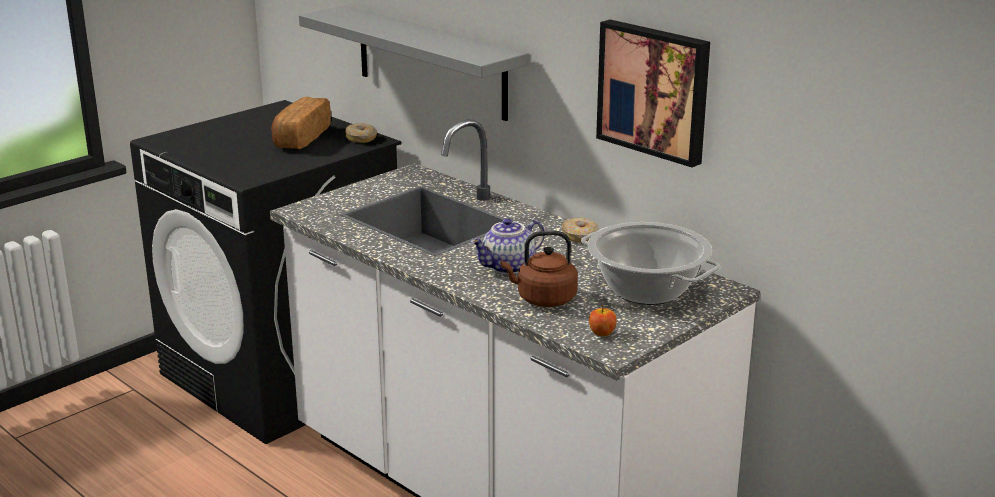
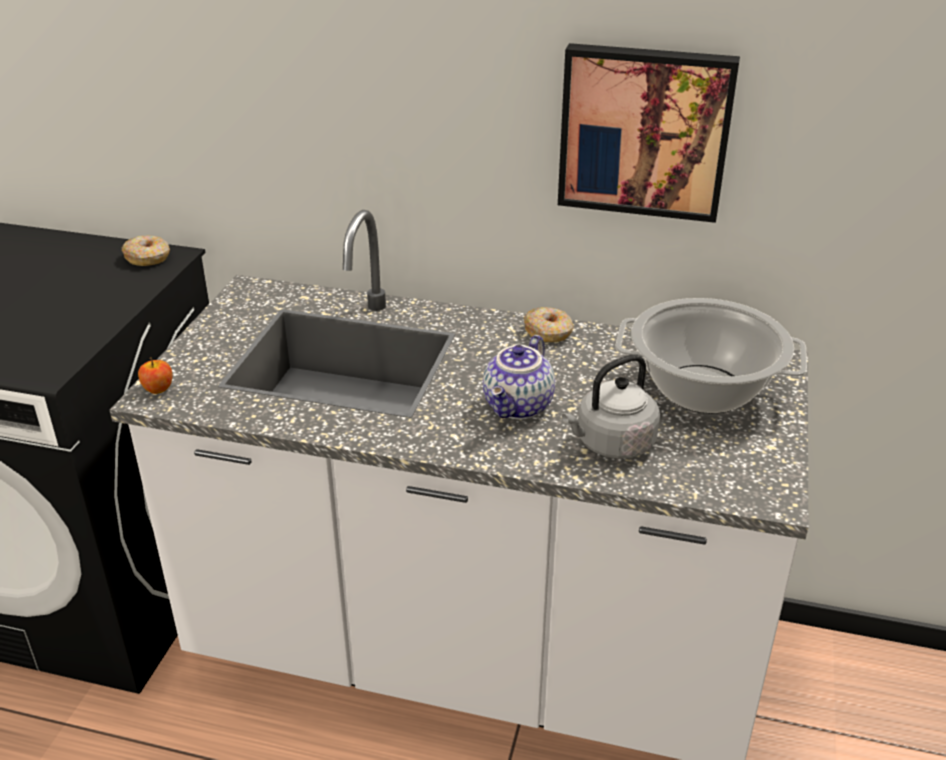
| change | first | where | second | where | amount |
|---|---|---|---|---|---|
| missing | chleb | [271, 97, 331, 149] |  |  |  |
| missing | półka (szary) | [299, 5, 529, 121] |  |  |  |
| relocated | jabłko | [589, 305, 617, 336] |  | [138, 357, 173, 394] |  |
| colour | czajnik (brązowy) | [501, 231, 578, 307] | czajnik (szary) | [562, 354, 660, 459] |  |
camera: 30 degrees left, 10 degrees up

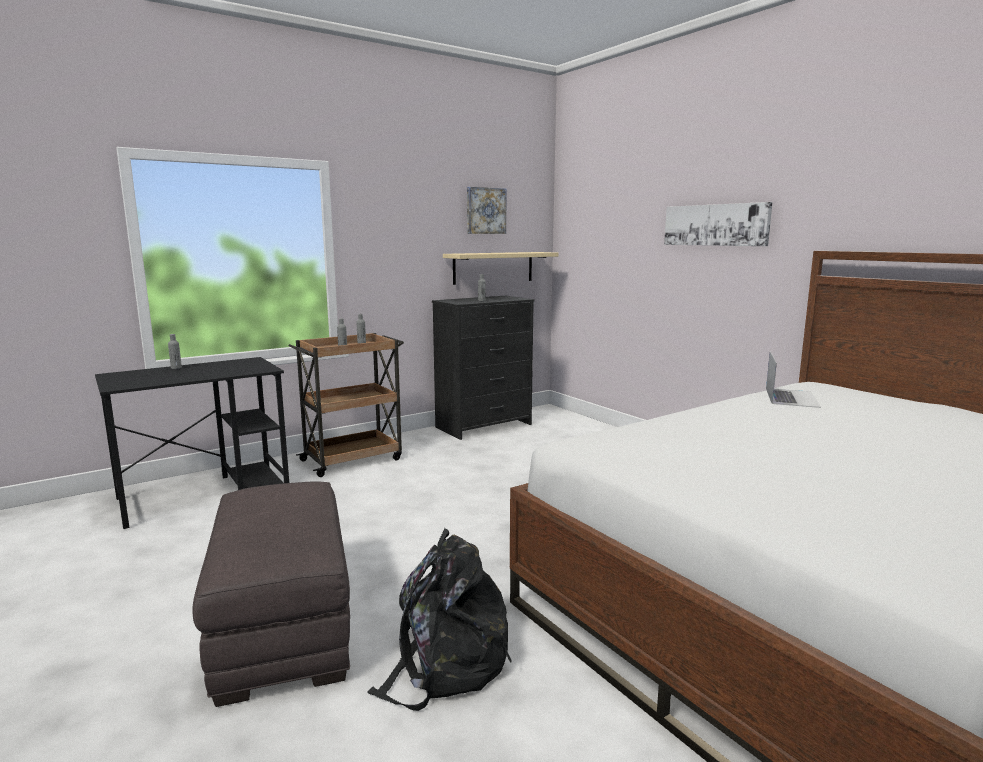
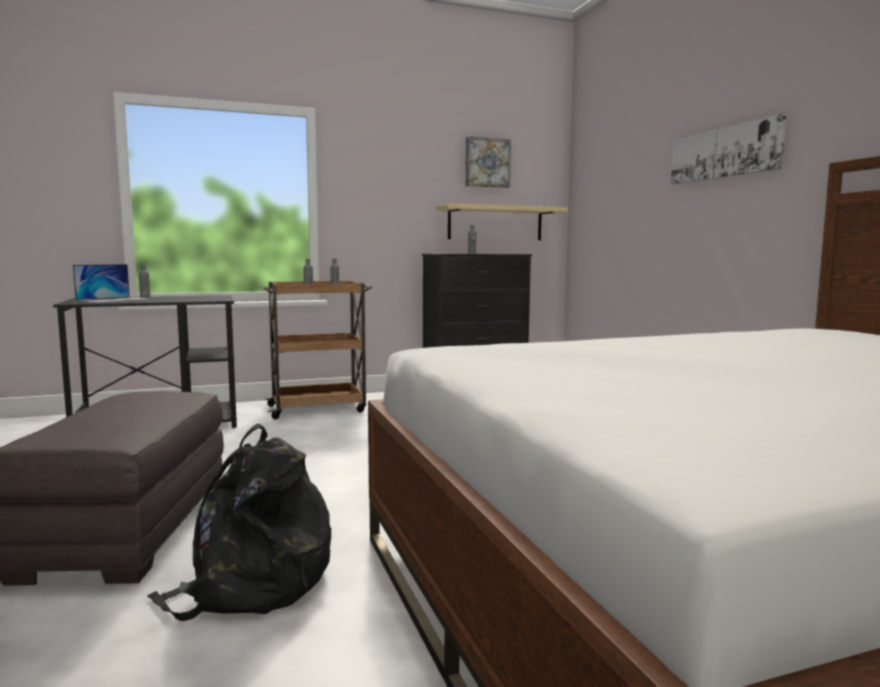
| change | first | where | second | where | amount |
|---|---|---|---|---|---|
| relocated | laptop | [766, 352, 821, 408] |  | [73, 264, 150, 303] |  |
camera: 15 degrees right, 5 degrees down

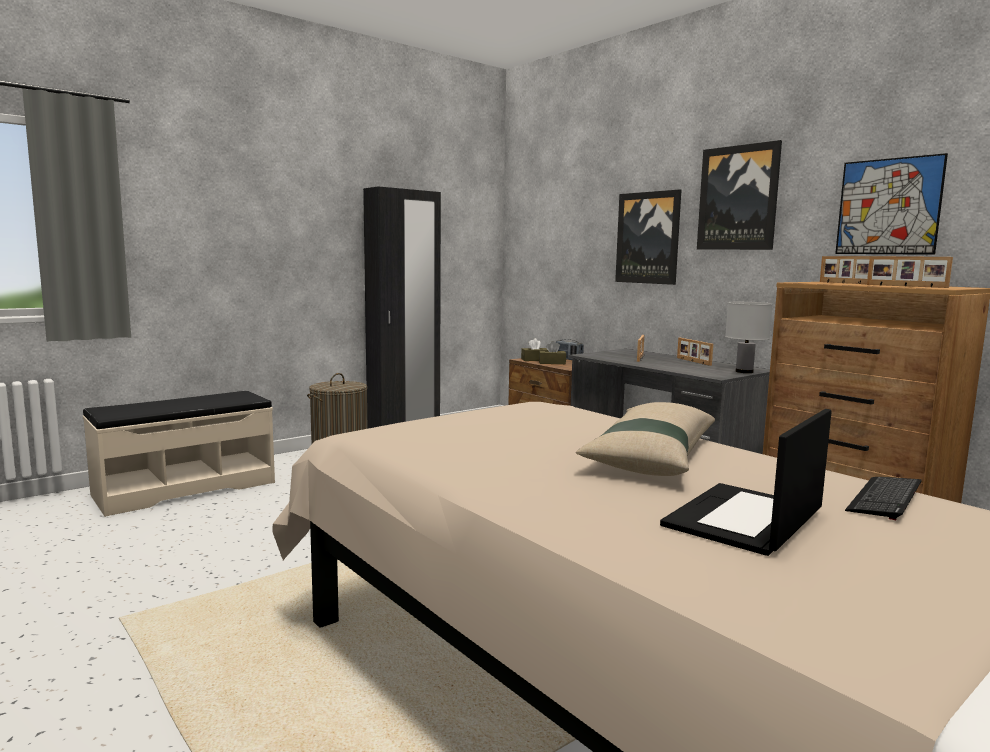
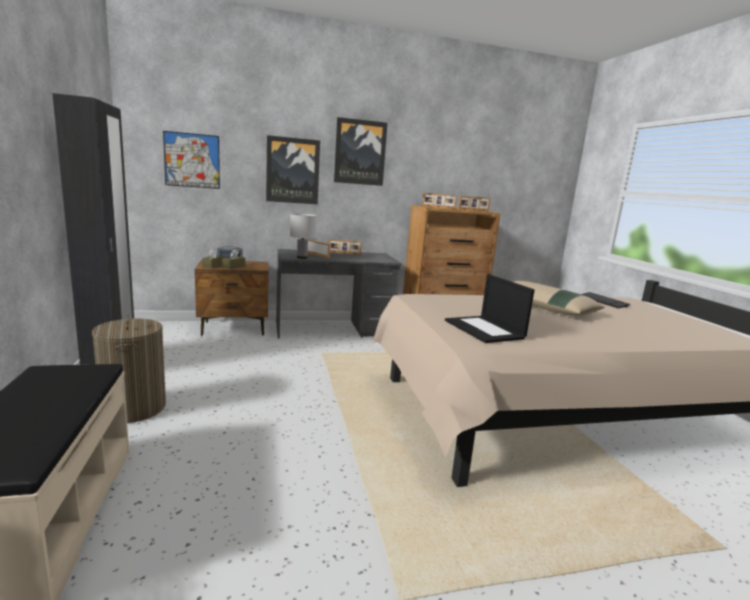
| change | first | where | second | where | amount |
|---|---|---|---|---|---|
| relocated | laptop | [660, 409, 832, 556] |  | [445, 274, 535, 343] |  |
| relocated | lampa stołowa (biały) | [725, 302, 772, 373] |  | [290, 213, 317, 259] |  |
| relocated | obraz | [835, 153, 948, 255] |  | [163, 131, 220, 189] |  |
camera: 65 degrees left, 5 degrees up

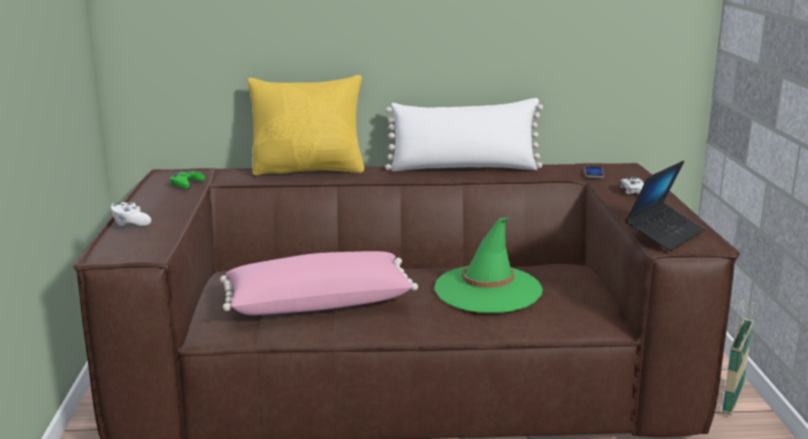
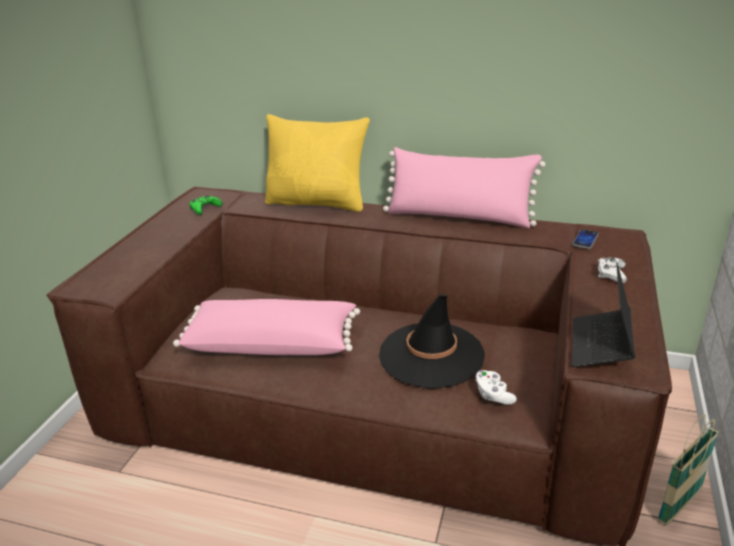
| change | first | where | second | where | amount |
|---|---|---|---|---|---|
| relocated | pad do gier (biały) | [110, 202, 151, 226] |  | [475, 370, 517, 405] |  |
| colour | poduszka (biały) | [385, 98, 543, 172] | poduszka (różowy) | [383, 147, 546, 228] |  |
| colour | kapelusz (zielony) | [434, 217, 543, 313] | kapelusz (czarny) | [379, 293, 485, 389] |  |
| spun | laptop | [625, 160, 705, 251] |  | [572, 262, 635, 367] | 135 degrees clockwise |
camera: 20 degrees right, 10 degrees up

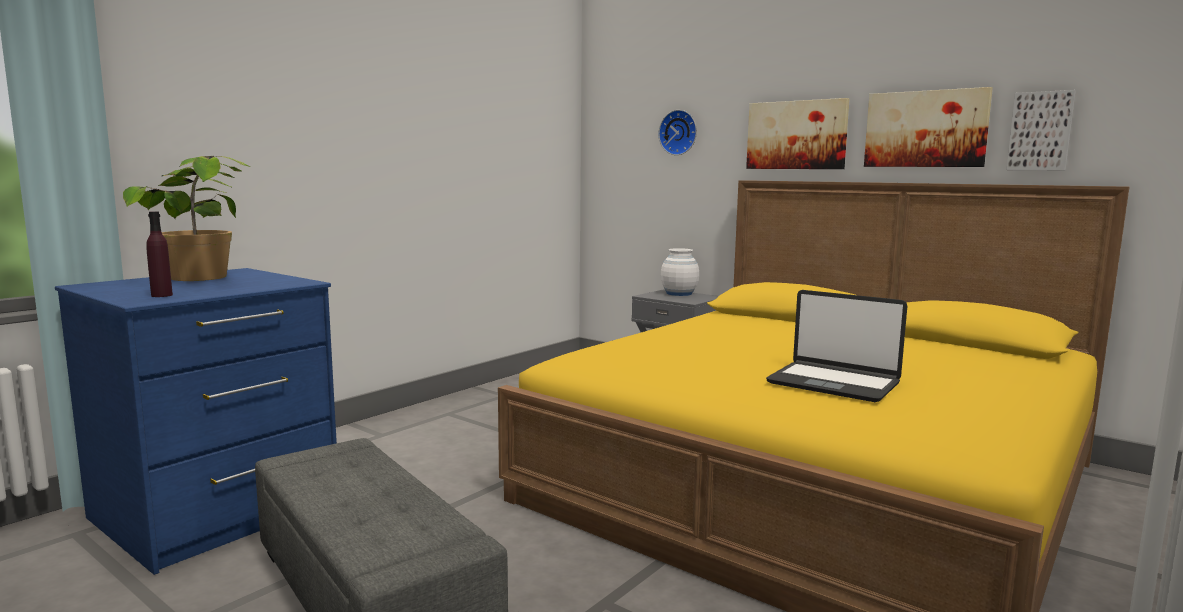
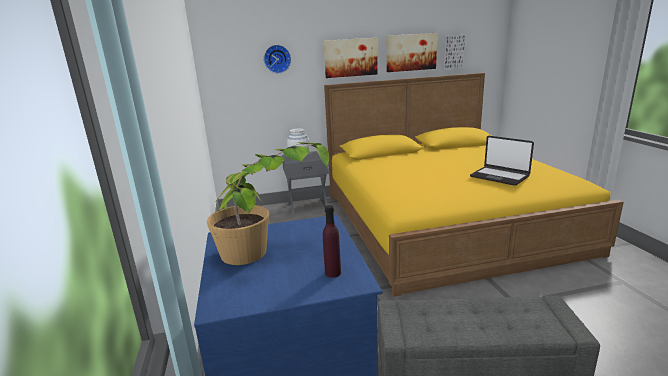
| change | first | where | second | where | amount |
|---|---|---|---|---|---|
| spun | laptop | [766, 290, 907, 402] |  | [470, 136, 534, 186] | 60 degrees clockwise |
camera: 50 degrees left, 10 degrees up

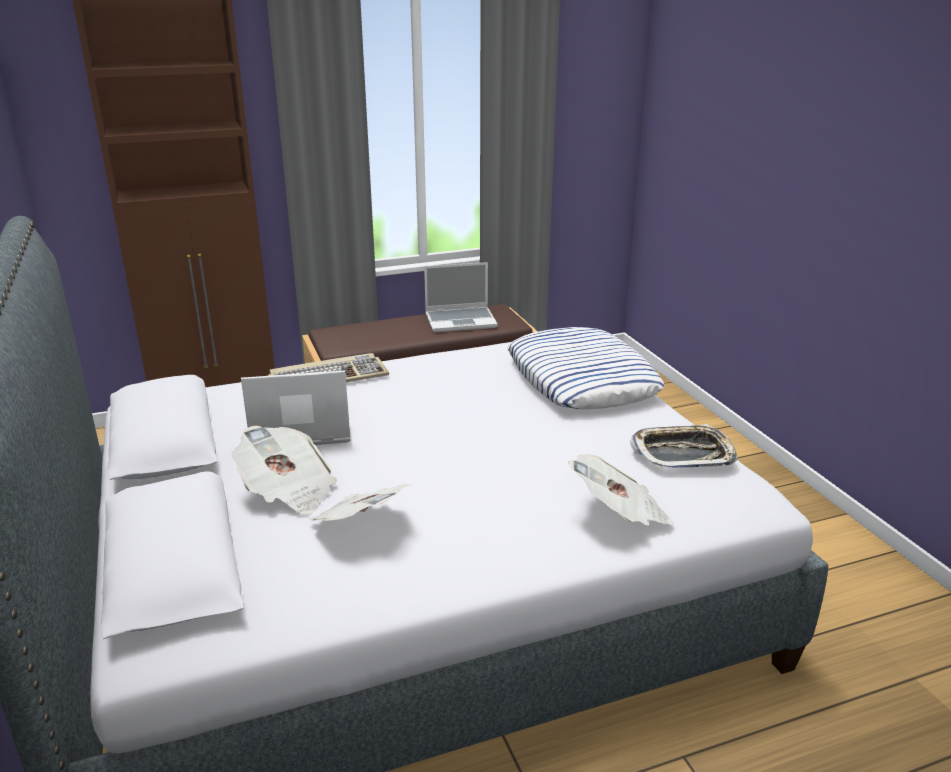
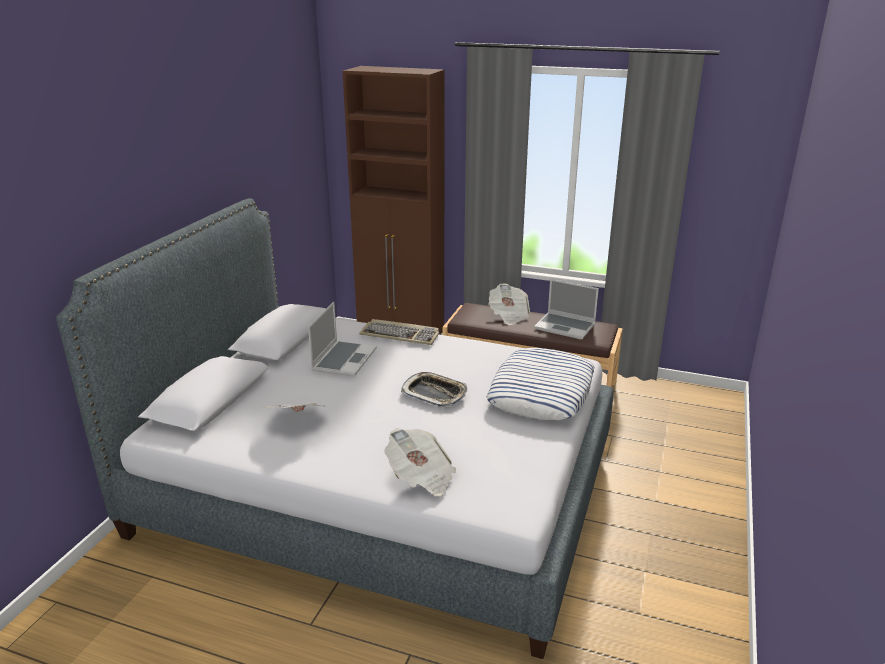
| change | first | where | second | where | amount |
|---|---|---|---|---|---|
| relocated | gazeta | [232, 426, 337, 515] |  | [488, 284, 530, 325] |  |
| relocated | taca | [630, 424, 738, 468] |  | [401, 372, 467, 407] |  |
| spun | laptop | [241, 371, 350, 445] |  | [308, 302, 377, 377] | 75 degrees clockwise |
camera: 40 degrees right, 0 degrees up

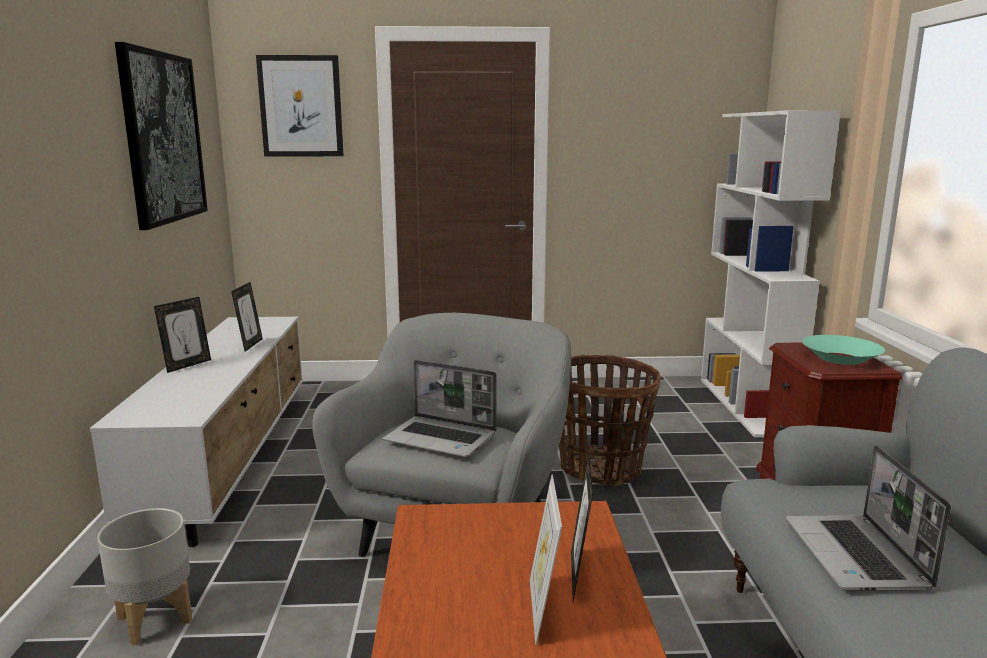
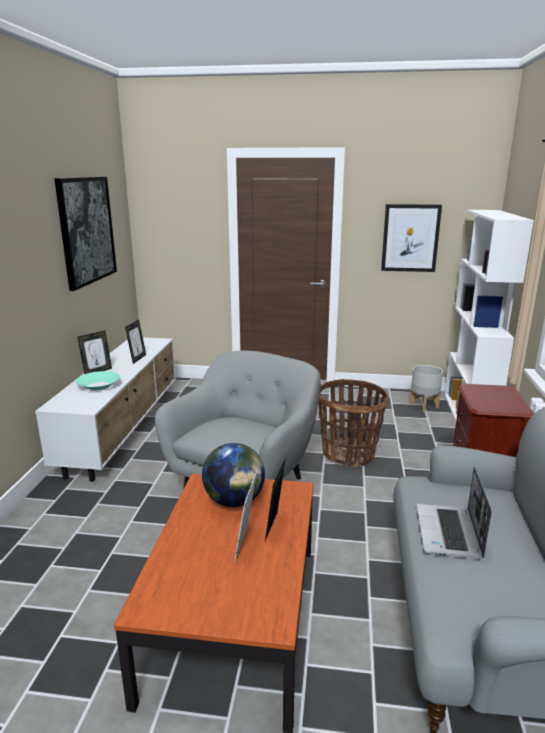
| change | first | where | second | where | amount |
|---|---|---|---|---|---|
| missing | laptop | [383, 360, 496, 457] |  |  |  |
| appeared |  |  | globus | [202, 443, 265, 507] |  |
| relocated | donica (szary) | [97, 508, 192, 646] |  | [409, 365, 443, 412] |  |
| relocated | obraz | [256, 55, 344, 156] |  | [381, 204, 442, 272] |  |
| relocated | miska (turkusowy) | [802, 335, 885, 365] |  | [75, 371, 120, 390] |  |
camera: 10 degrees right, 5 degrees up

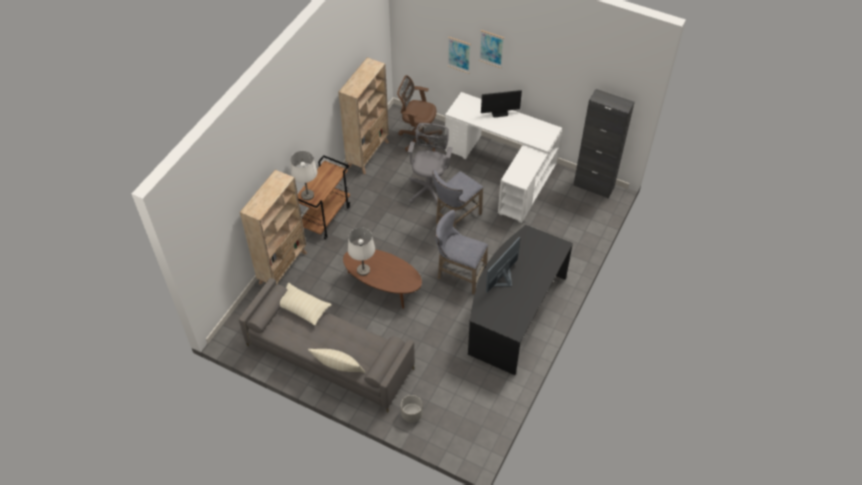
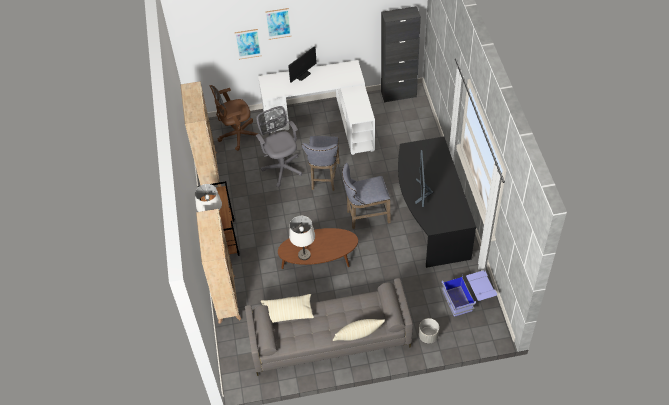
| change | first | where | second | where | amount |
|---|---|---|---|---|---|
| appeared |  |  | pojemnik do przechowywania (niebieski) | [442, 270, 497, 317] |  |
camera: 35 degrees left, 0 degrees up

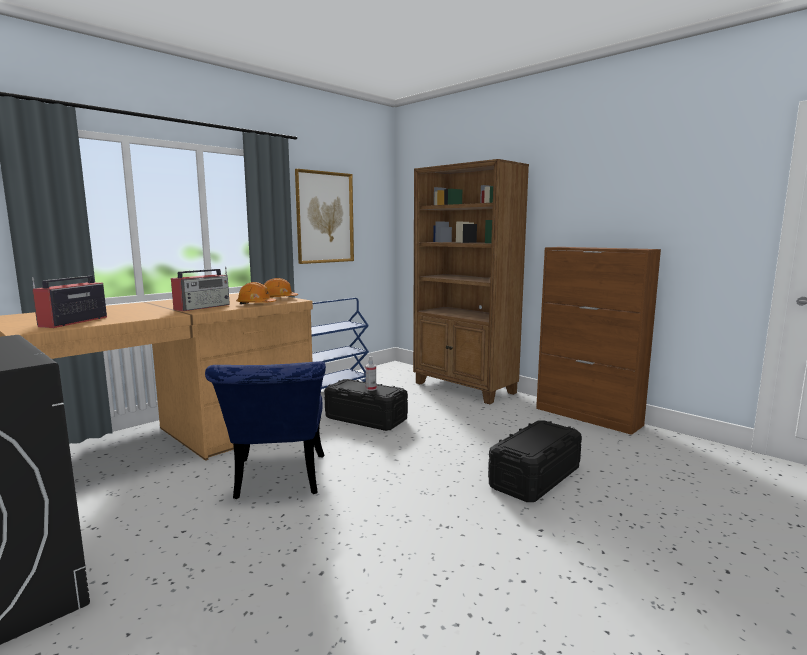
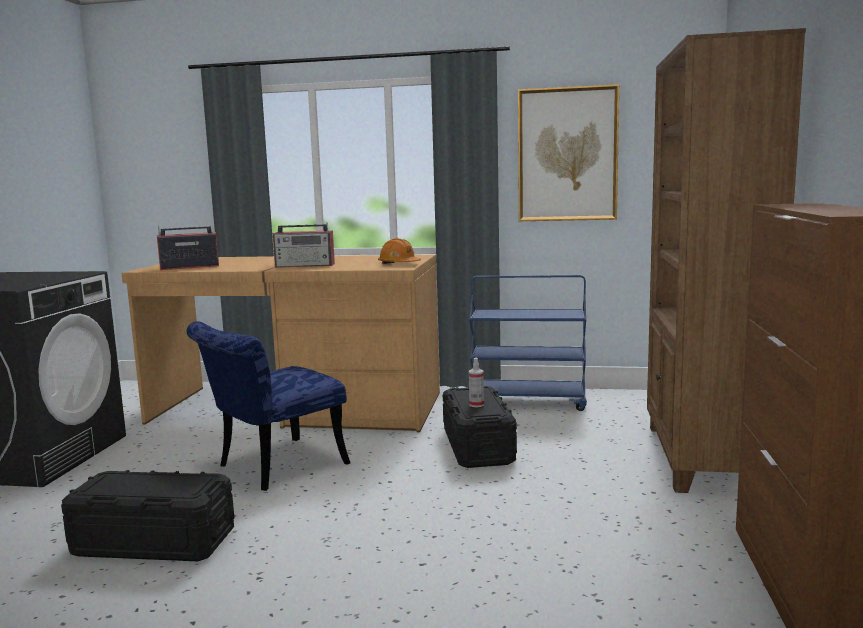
| change | first | where | second | where | amount |
|---|---|---|---|---|---|
| missing | kask (pomarańczowy) | [236, 282, 277, 305] |  |  |  |
| relocated | pojemnik do przechowywania (czarny) | [488, 420, 582, 502] |  | [61, 470, 234, 561] |  |
camera: 55 degrees right, 0 degrees up

